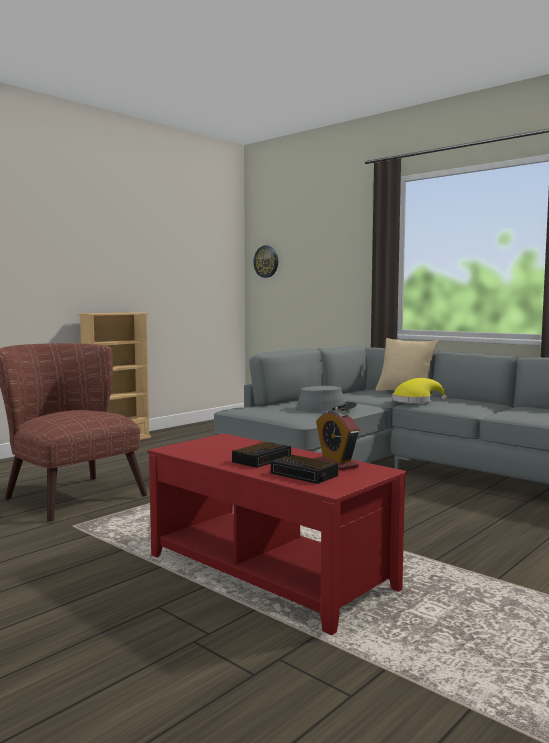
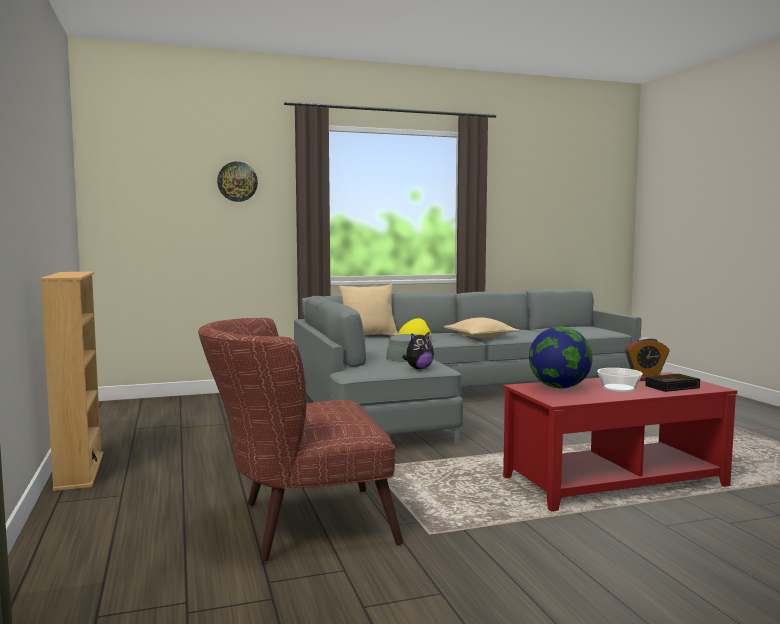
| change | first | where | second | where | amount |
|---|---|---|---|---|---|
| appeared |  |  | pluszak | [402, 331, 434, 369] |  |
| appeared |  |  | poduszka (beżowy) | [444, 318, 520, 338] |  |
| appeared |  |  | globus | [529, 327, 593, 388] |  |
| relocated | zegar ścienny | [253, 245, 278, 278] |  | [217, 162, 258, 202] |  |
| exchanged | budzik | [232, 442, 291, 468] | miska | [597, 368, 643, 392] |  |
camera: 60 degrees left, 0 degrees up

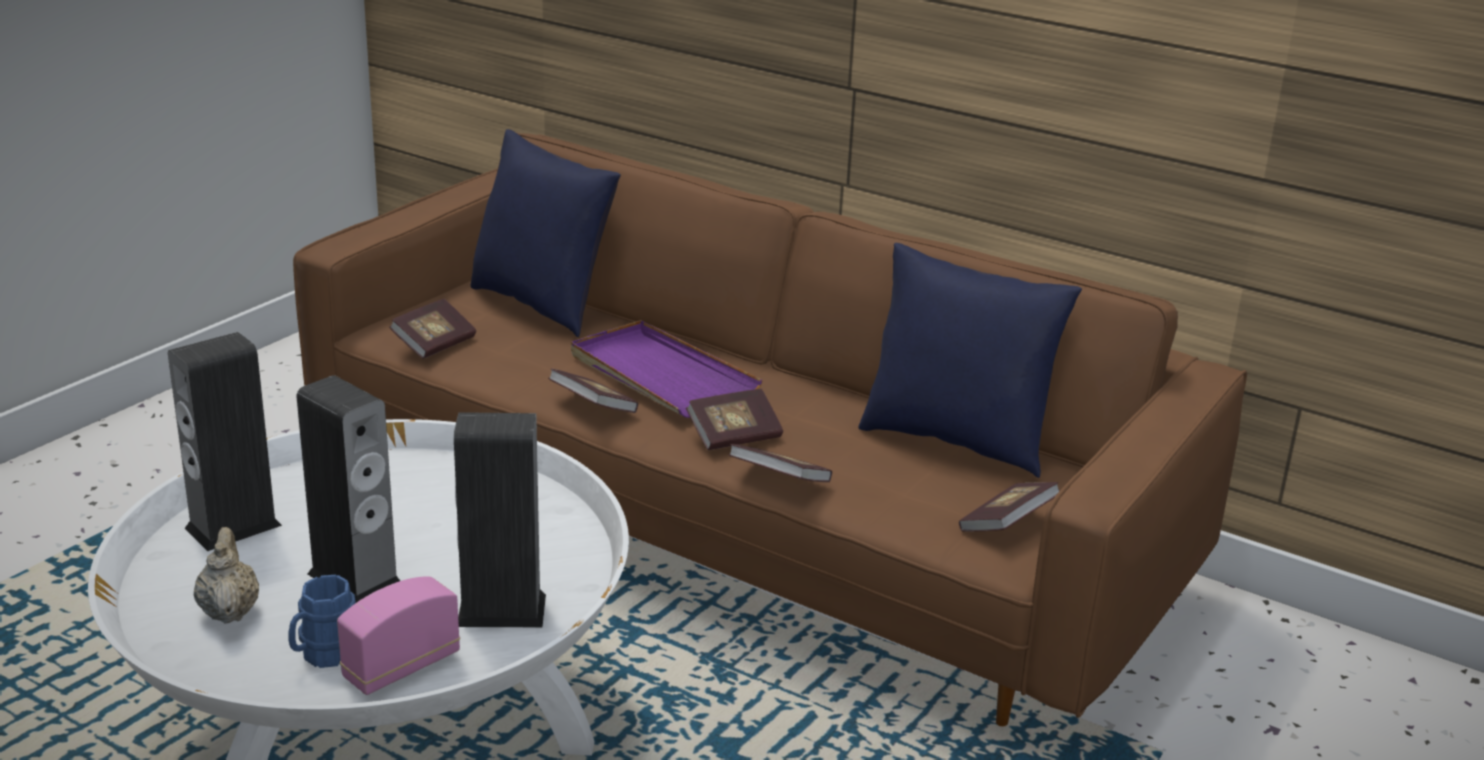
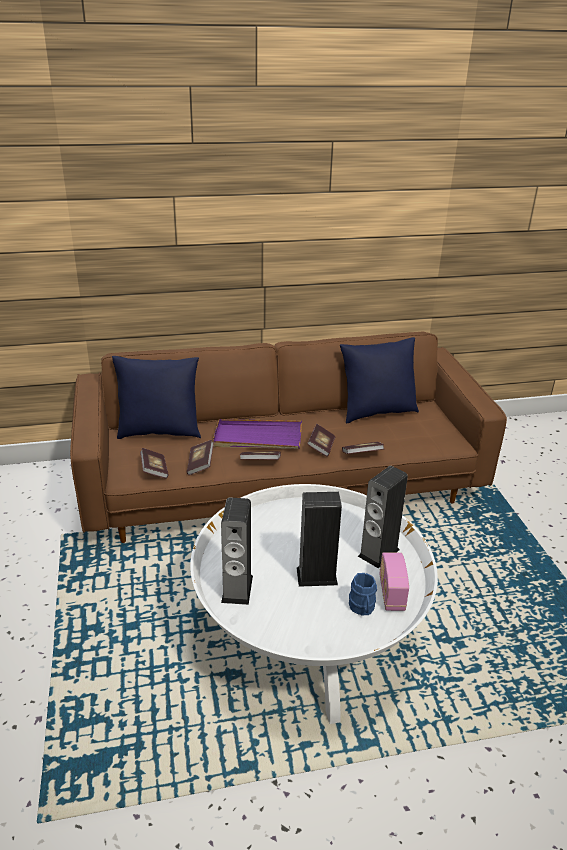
| change | first | where | second | where | amount |
|---|---|---|---|---|---|
| missing | imbryk (beżowy) | [194, 527, 259, 624] |  |  |  |
| relocated | książka | [959, 482, 1059, 532] |  | [187, 440, 214, 475] |  |
camera: 45 degrees left, 5 degrees up

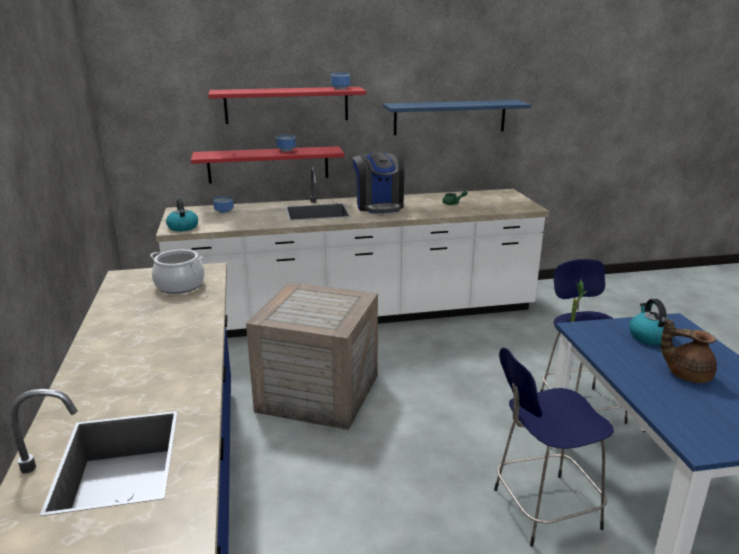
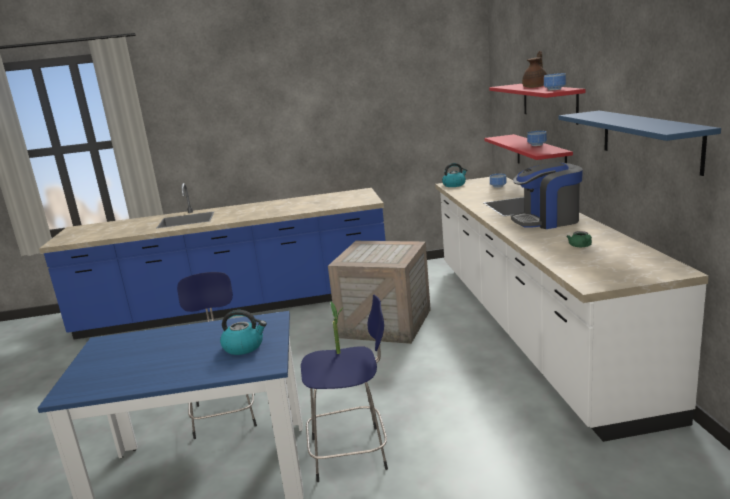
| change | first | where | second | where | amount |
|---|---|---|---|---|---|
| missing | garnek | [150, 250, 204, 294] |  |  |  |
| relocated | imbryk (brązowy) | [661, 318, 717, 383] |  | [522, 51, 547, 88] |  |
camera: 95 degrees right, 5 degrees down

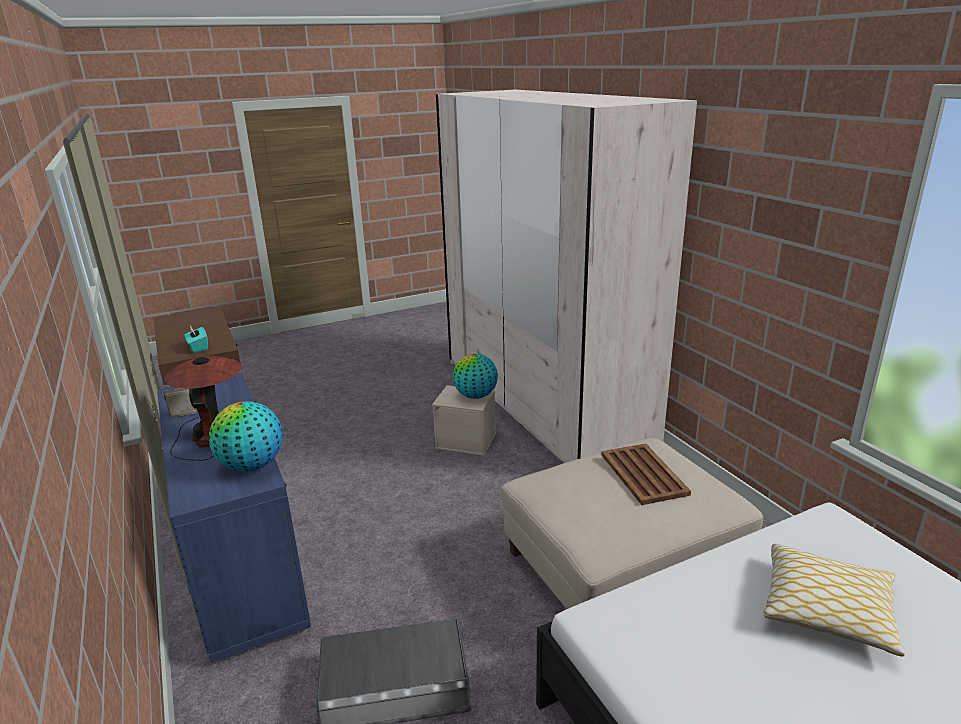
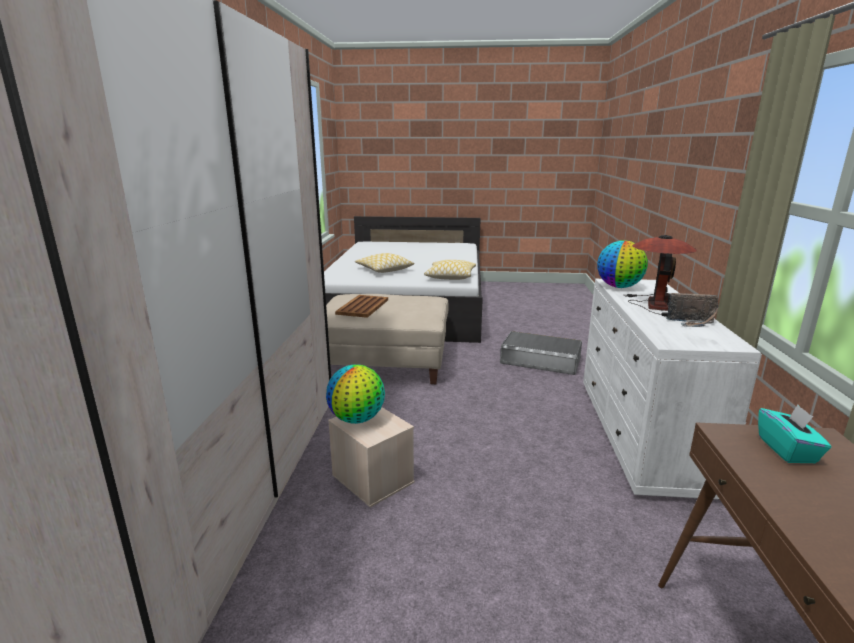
| change | first | where | second | where | amount |
|---|---|---|---|---|---|
| appeared |  |  | poduszka | [424, 260, 476, 280] |  |
| colour | komoda (niebieski) | [157, 372, 311, 663] | komoda (biały) | [583, 279, 762, 499] |  |
camera: 150 degrees left, 5 degrees down

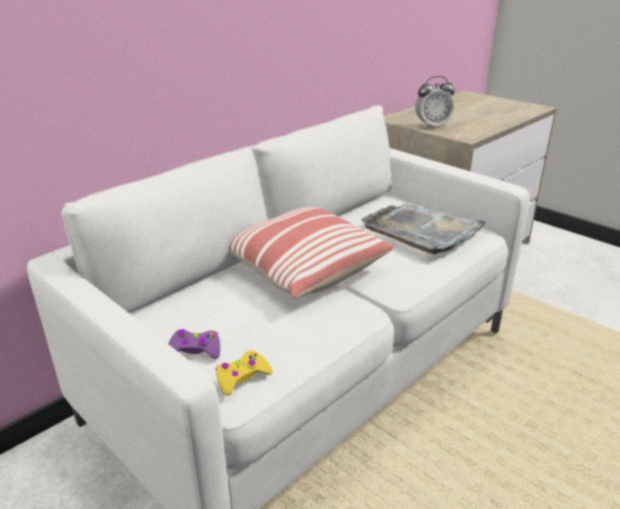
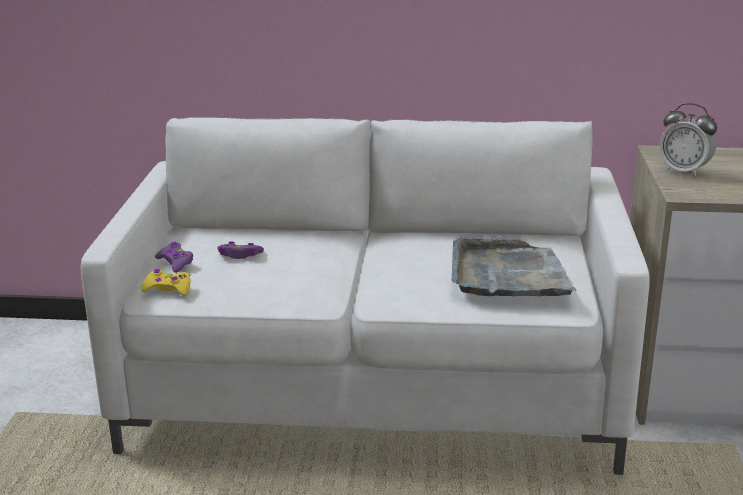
| change | first | where | second | where | amount |
|---|---|---|---|---|---|
| missing | poduszka | [229, 207, 394, 299] |  |  |  |
| appeared |  |  | pad do gier (fioletowy) | [218, 241, 264, 259] |  |
camera: 50 degrees right, 5 degrees down

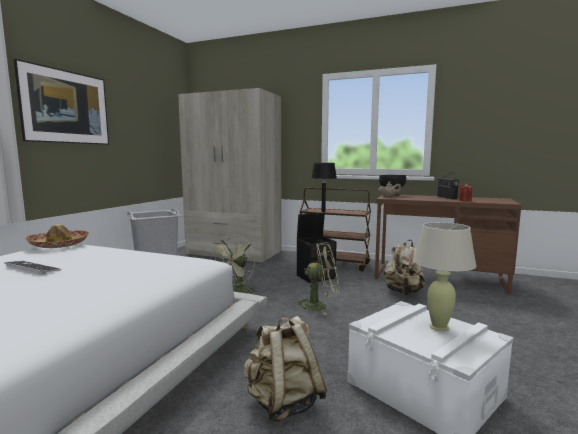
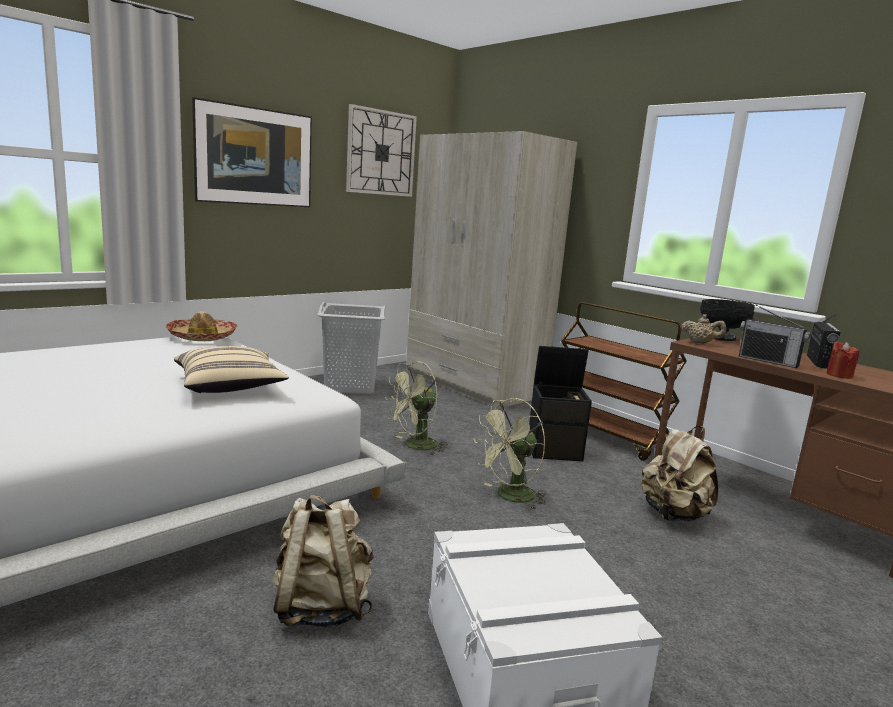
| change | first | where | second | where | amount |
|---|---|---|---|---|---|
| missing | klawiatura | [4, 261, 61, 274] |  |  |  |
| missing | lampa stołowa (czarny) | [311, 163, 337, 212] |  |  |  |
| missing | lampa stołowa (beżowy) | [413, 222, 476, 332] |  |  |  |
| appeared |  |  | poduszka (beżowy) | [174, 346, 289, 393] |  |
| appeared |  |  | zegar ścienny | [346, 104, 417, 197] |  |
| appeared |  |  | radio | [739, 305, 811, 368] |  |
| spun | wentylator (zielony) | [295, 242, 338, 315] |  | [474, 398, 546, 510] | 120 degrees clockwise |
camera: 25 degrees right, 5 degrees up

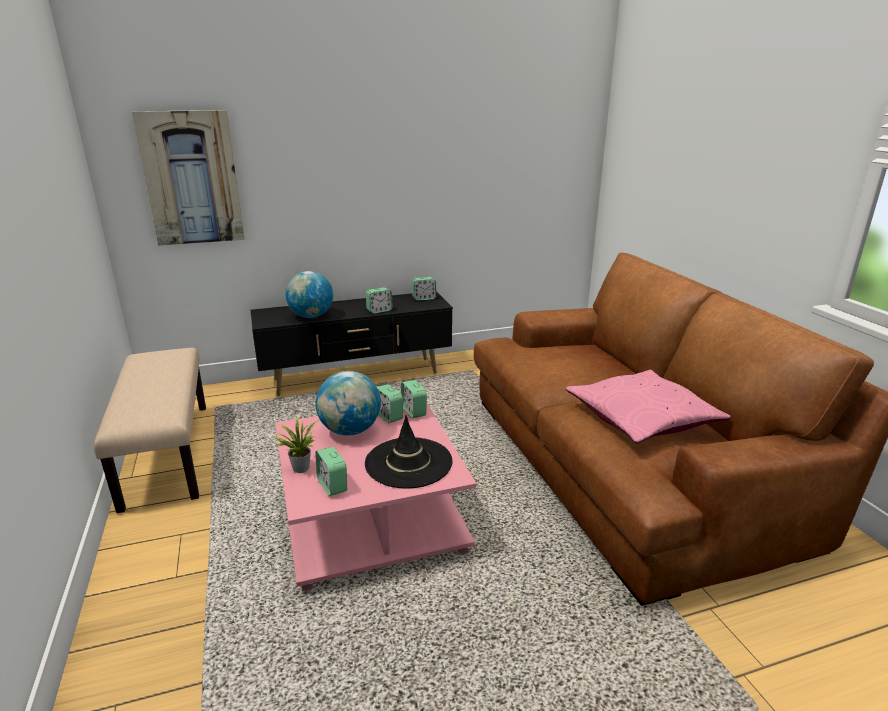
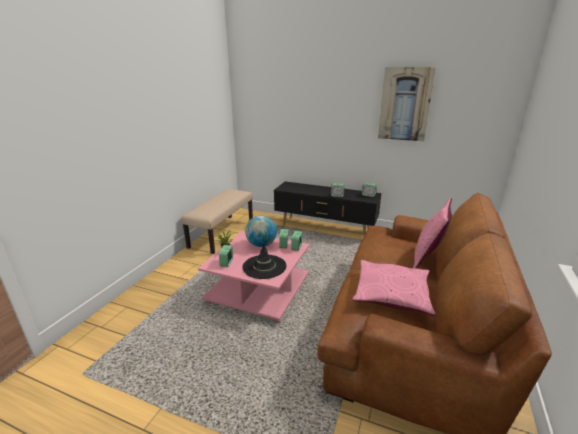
| change | first | where | second | where | amount |
|---|---|---|---|---|---|
| missing | globus | [285, 271, 333, 318] |  |  |  |
| appeared |  |  | poduszka (różowy) | [413, 198, 452, 269] |  |
| relocated | obraz | [132, 110, 245, 246] |  | [378, 67, 436, 141] |  |
camera: 40 degrees right, 0 degrees up

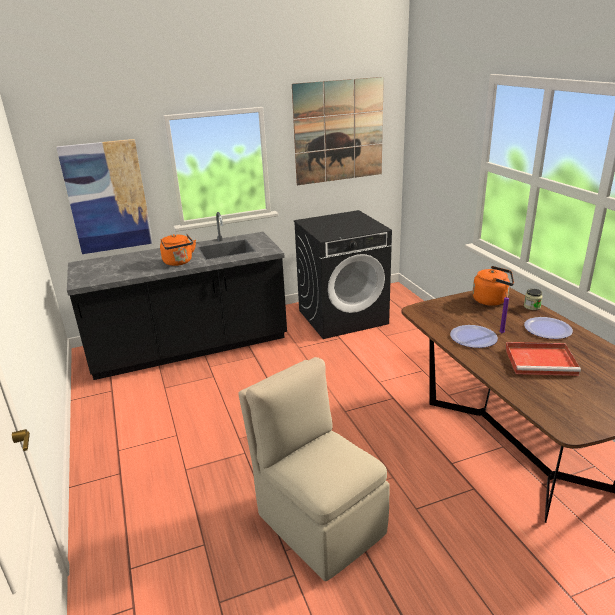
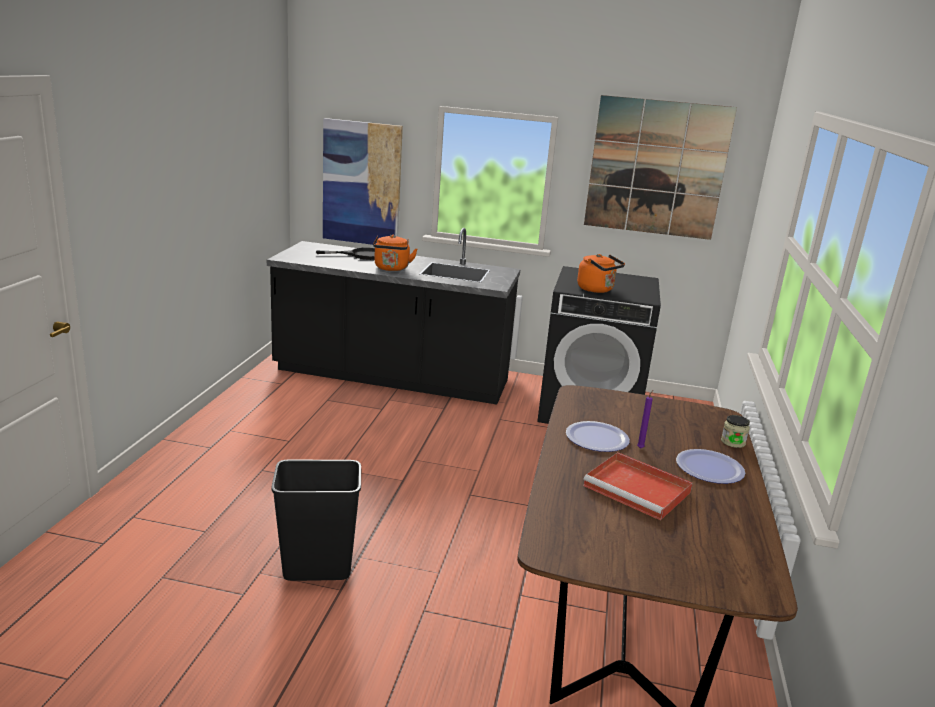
| change | first | where | second | where | amount |
|---|---|---|---|---|---|
| appeared |  |  | patelnia (czarny) | [316, 247, 375, 260] |  |
| relocated | czajnik (pomarańczowy) | [472, 266, 514, 306] |  | [577, 254, 625, 293] |  |
| exchanged | krzesło (beżowy) | [238, 357, 389, 581] | kosz na śmieci (czarny) | [271, 460, 361, 581] |  |
camera: 30 degrees right, 5 degrees down

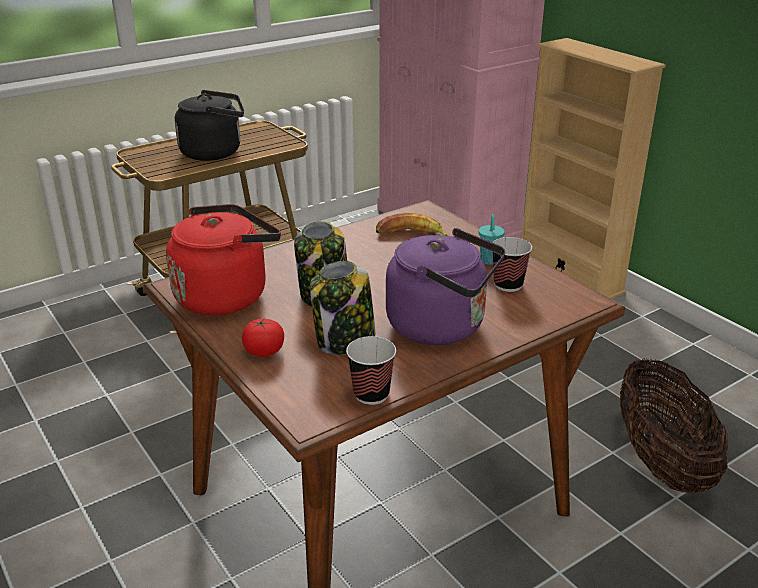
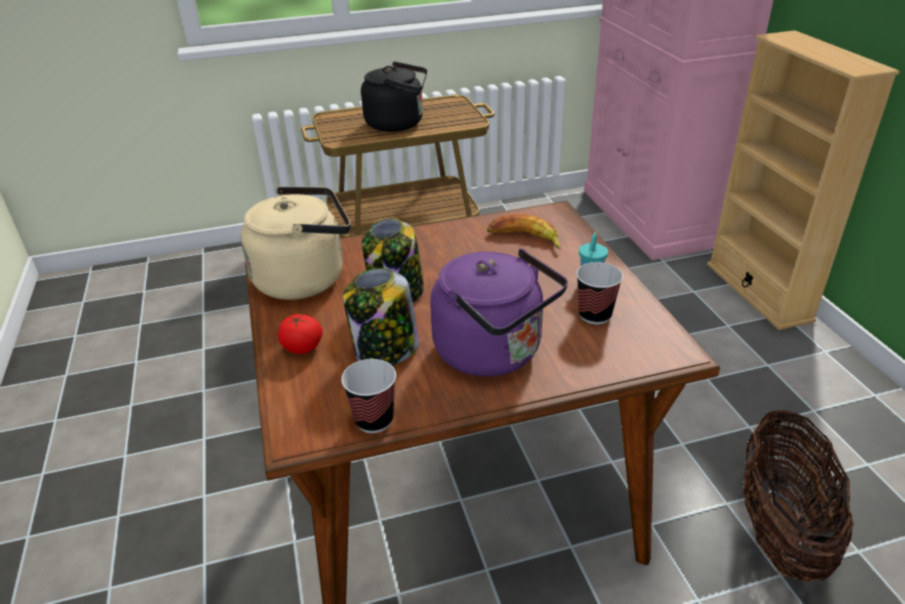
| change | first | where | second | where | amount |
|---|---|---|---|---|---|
| colour | czajnik (czerwony) | [166, 204, 281, 316] | czajnik (beżowy) | [240, 186, 350, 300] |  |
camera: 20 degrees right, 5 degrees up

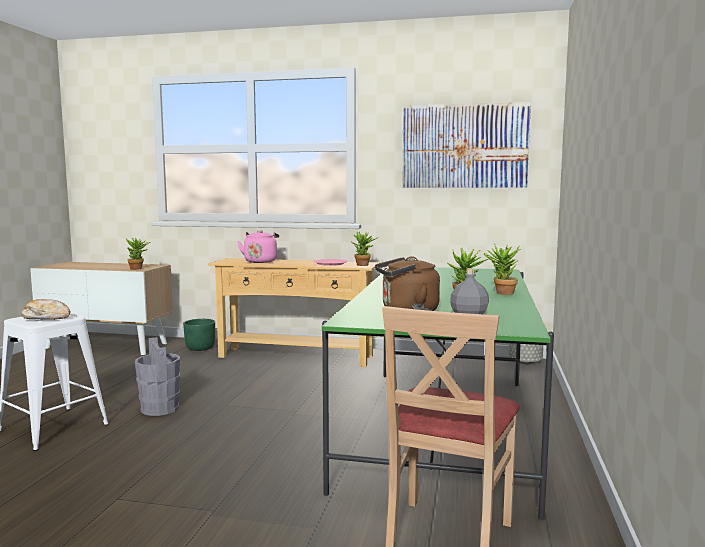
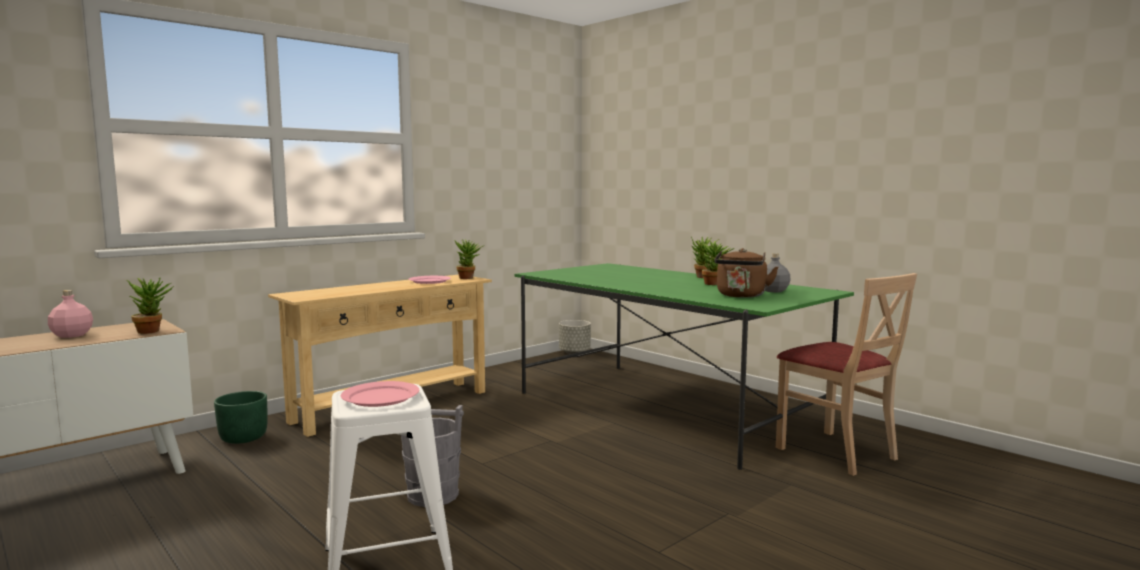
| change | first | where | second | where | amount |
|---|---|---|---|---|---|
| missing | czajnik (różowy) | [237, 230, 279, 263] |  |  |  |
| missing | obraz | [402, 102, 531, 188] |  |  |  |
| appeared |  |  | butelka (różowy) | [48, 290, 93, 338] |  |
| exchanged | chleb | [21, 299, 70, 320] | talerz (różowy) | [341, 381, 419, 407] |  |
camera: 55 degrees left, 0 degrees up

